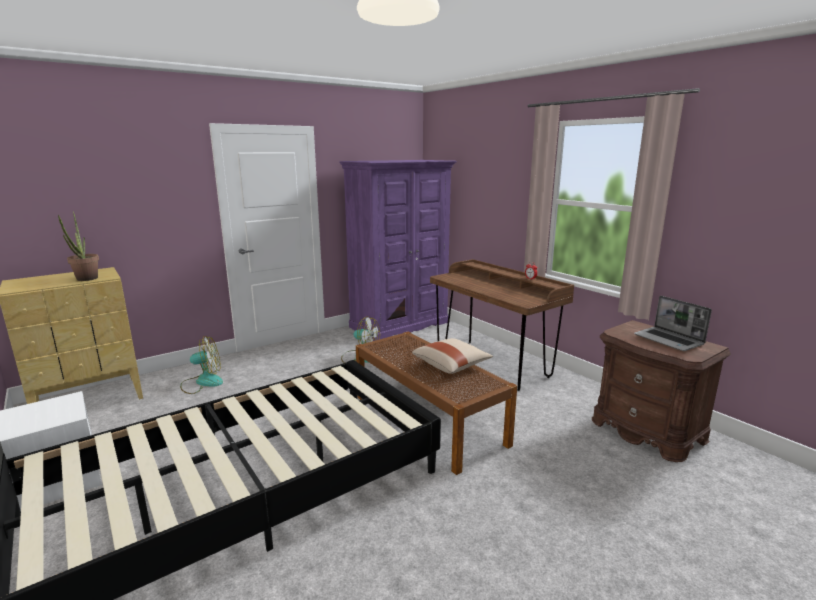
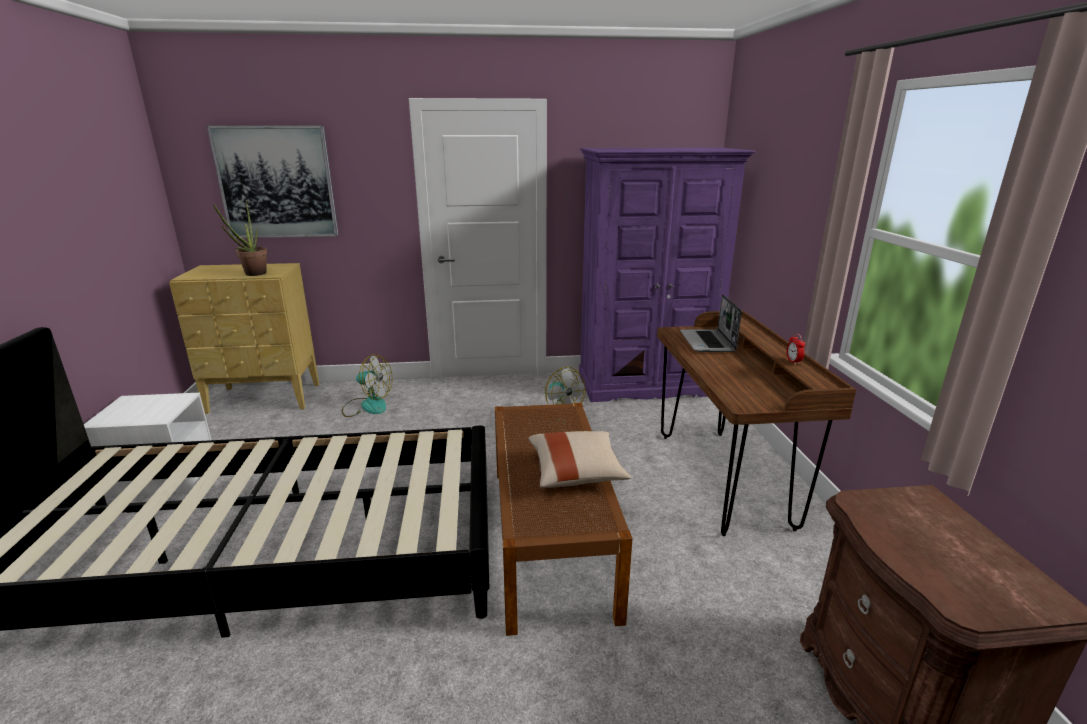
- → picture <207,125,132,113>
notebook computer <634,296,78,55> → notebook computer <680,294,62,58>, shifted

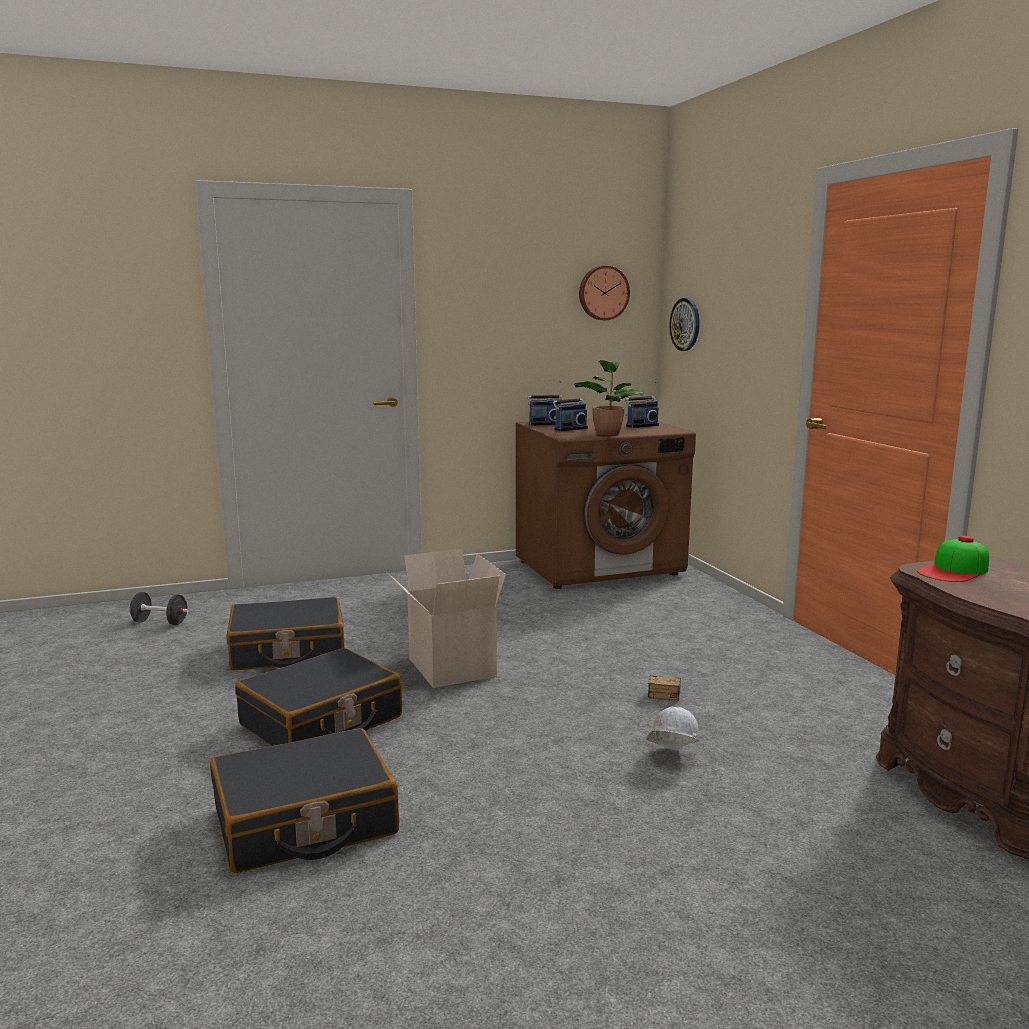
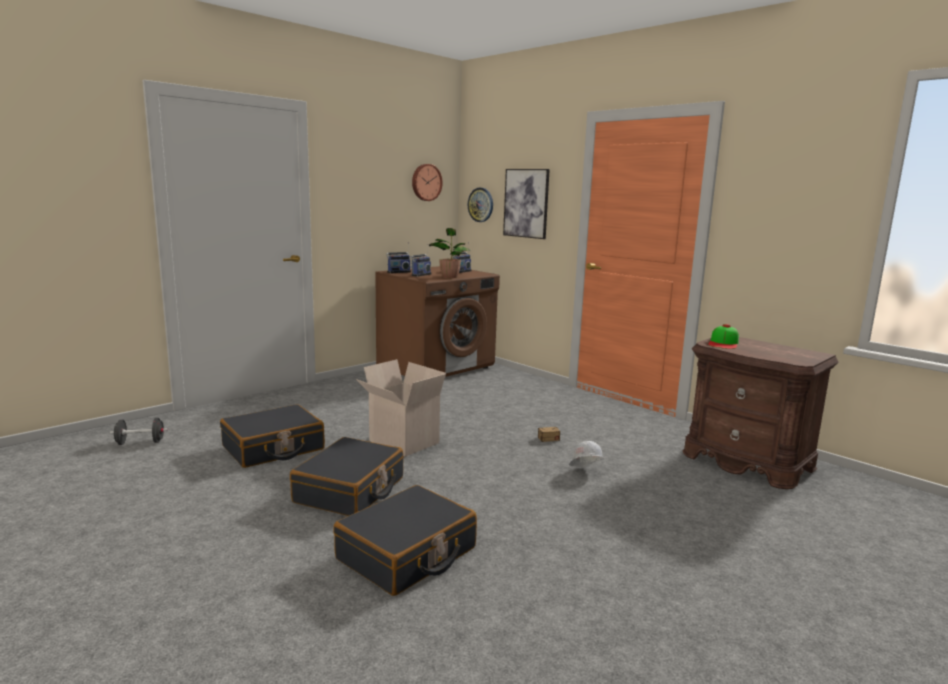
- → picture <503,169,47,70>

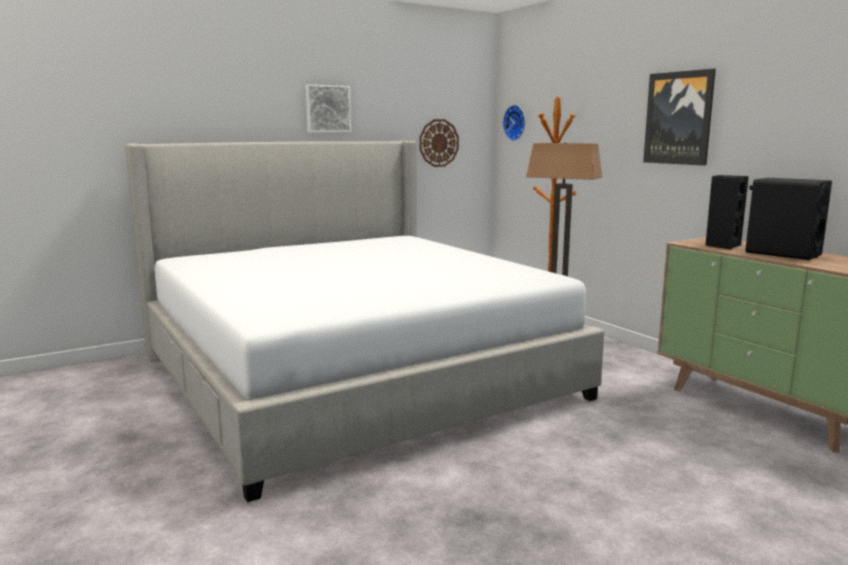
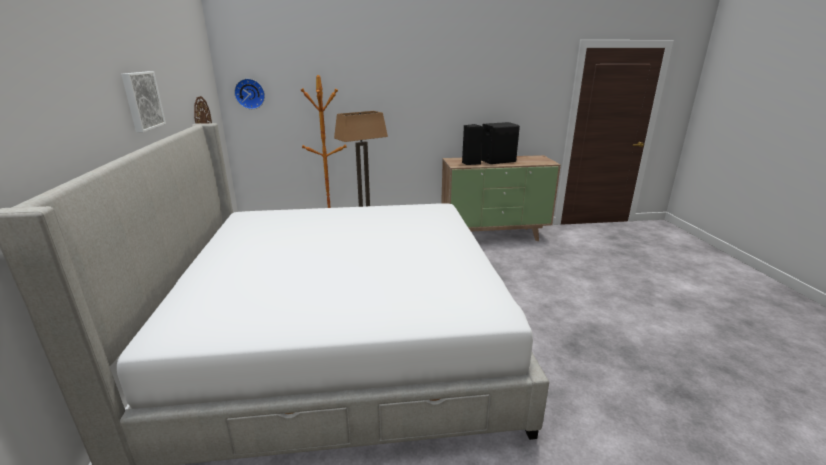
picture <643,69,73,97> → -

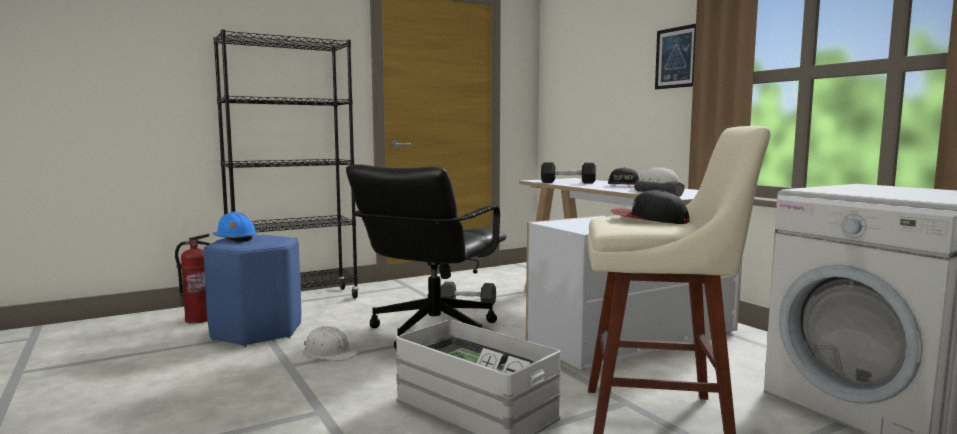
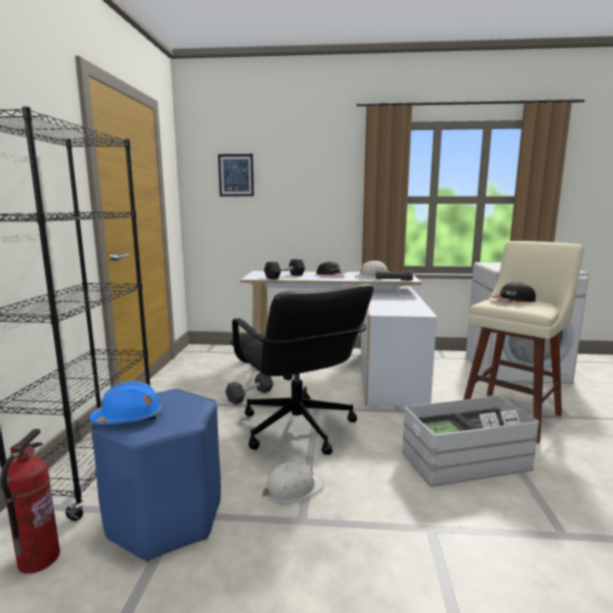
picture <655,24,41,65> → picture <218,154,36,42>, shifted

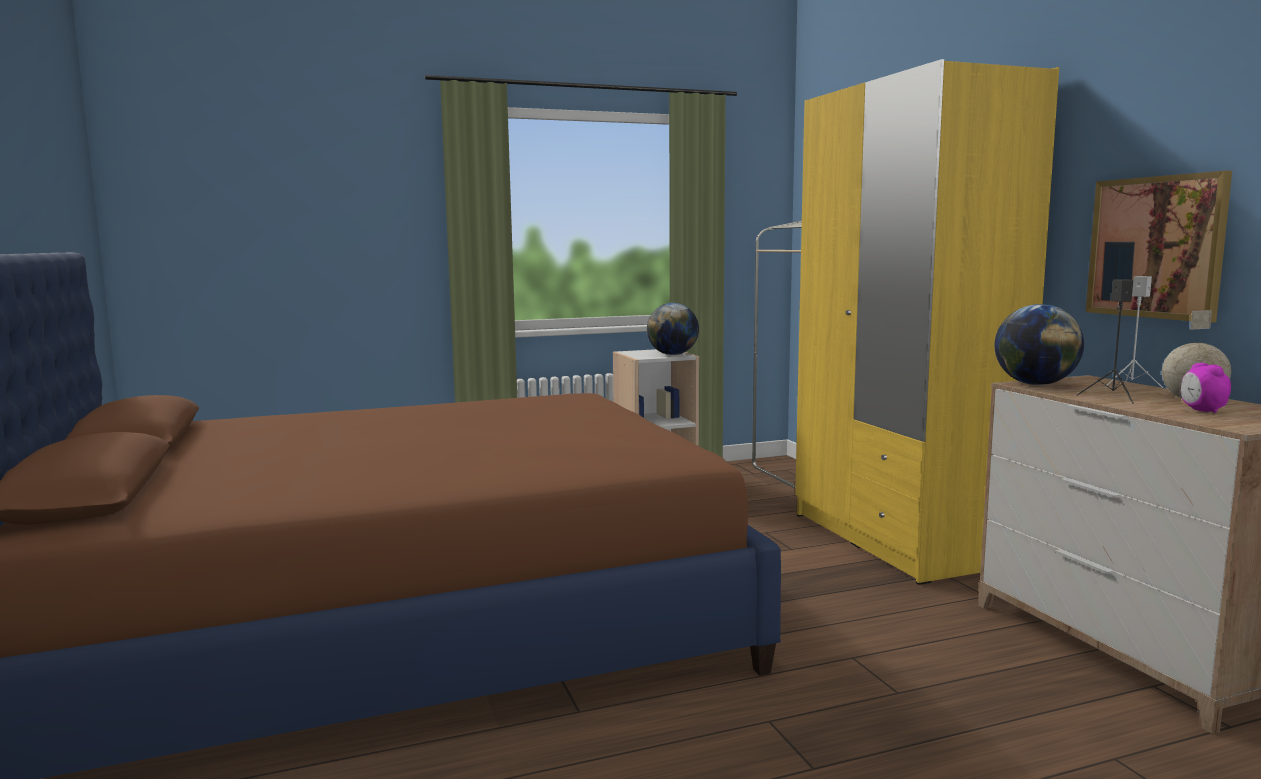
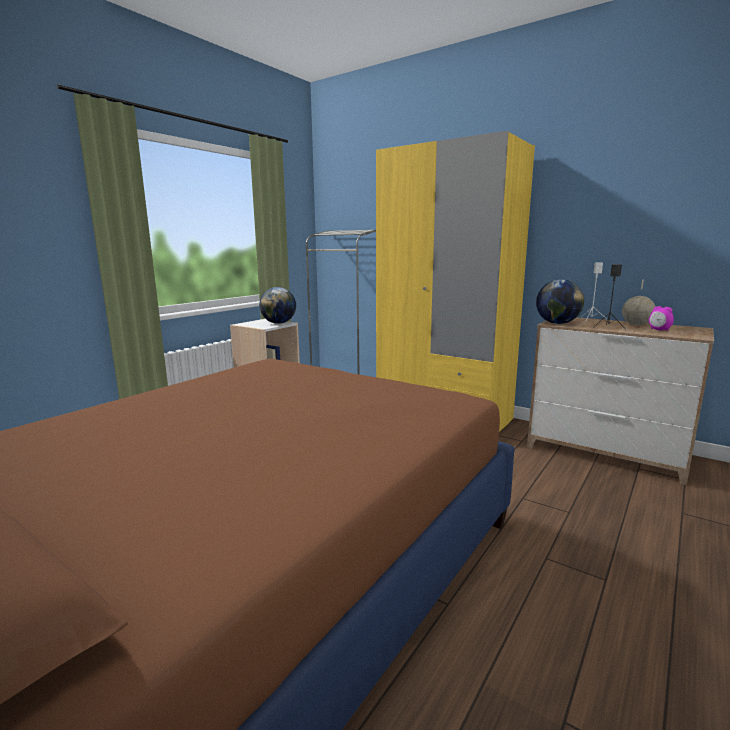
picture <1086,171,146,152> → -

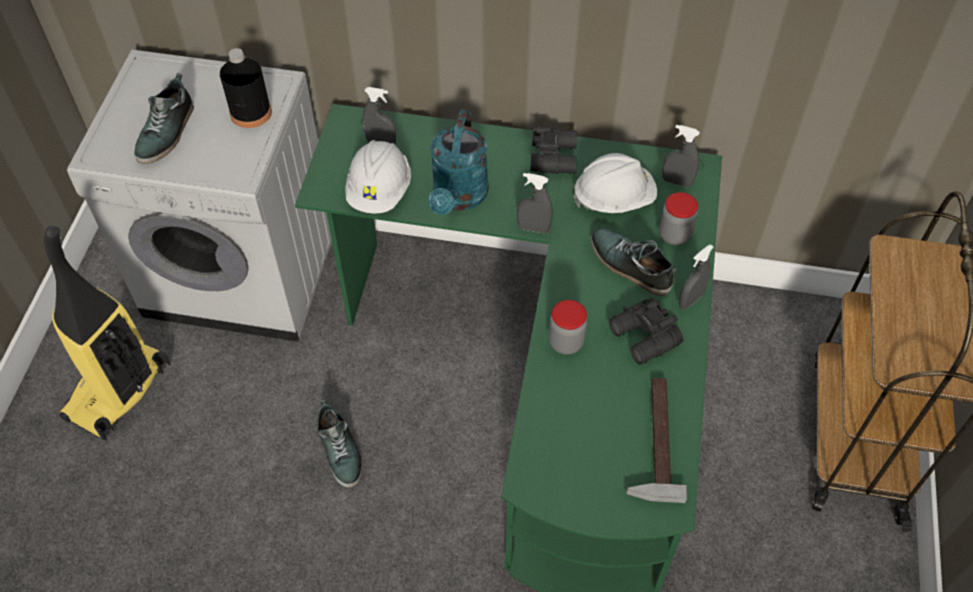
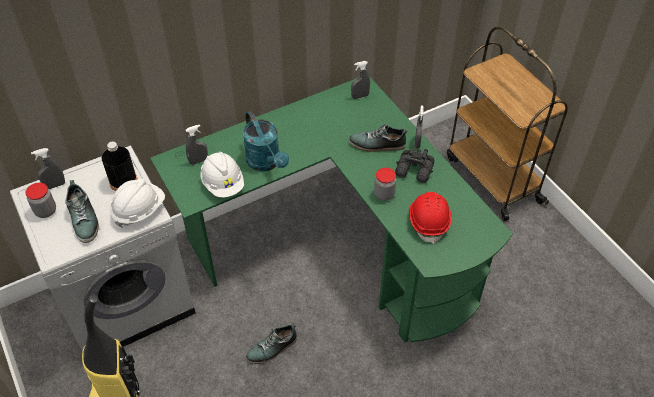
black field glasses <530,126,47,48> → -
tool hammer <626,378,61,125> → -
- → red-coloured work helmet <409,192,43,52>
grey sprayer <517,173,36,60> → grey sprayer <31,148,34,41>, shifted
white work helmet <573,153,84,60> → white work helmet <110,179,55,49>, shifted
preserve jar <659,192,39,53> → preserve jar <25,183,31,35>, shifted
item of footwear <317,399,45,89> → item of footwear <245,323,52,41>, 120 degrees clockwise

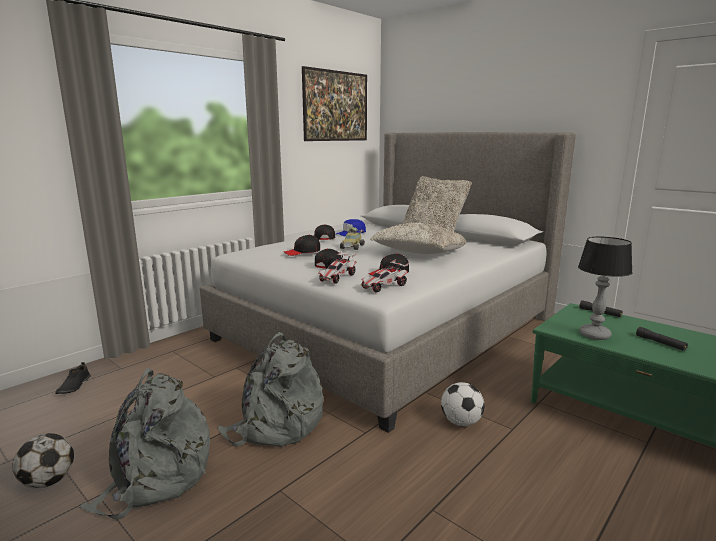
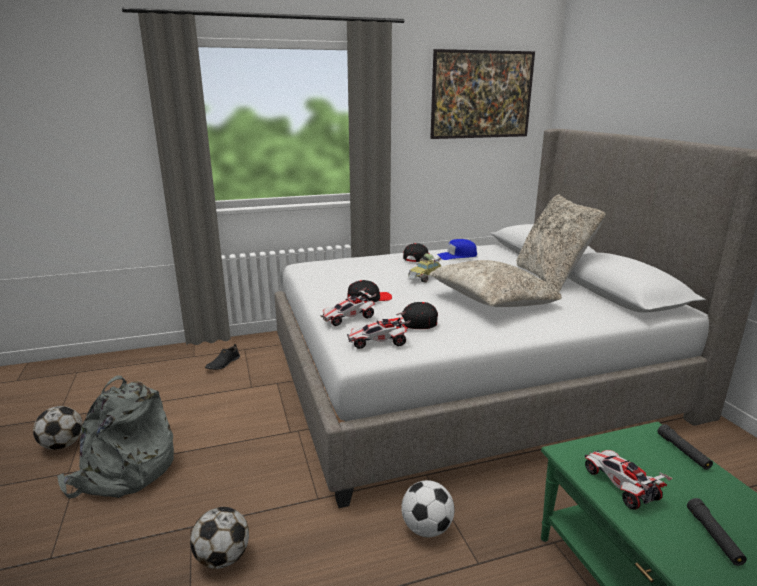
grey backpack <217,332,106,115> → -
black baseball cap <284,235,36,21> → -
- → football <190,507,59,62>
black item of footwear <55,362,36,32> → black item of footwear <205,344,35,26>, shifted
lamp for a table <578,237,55,103> → toy car <585,450,88,60>

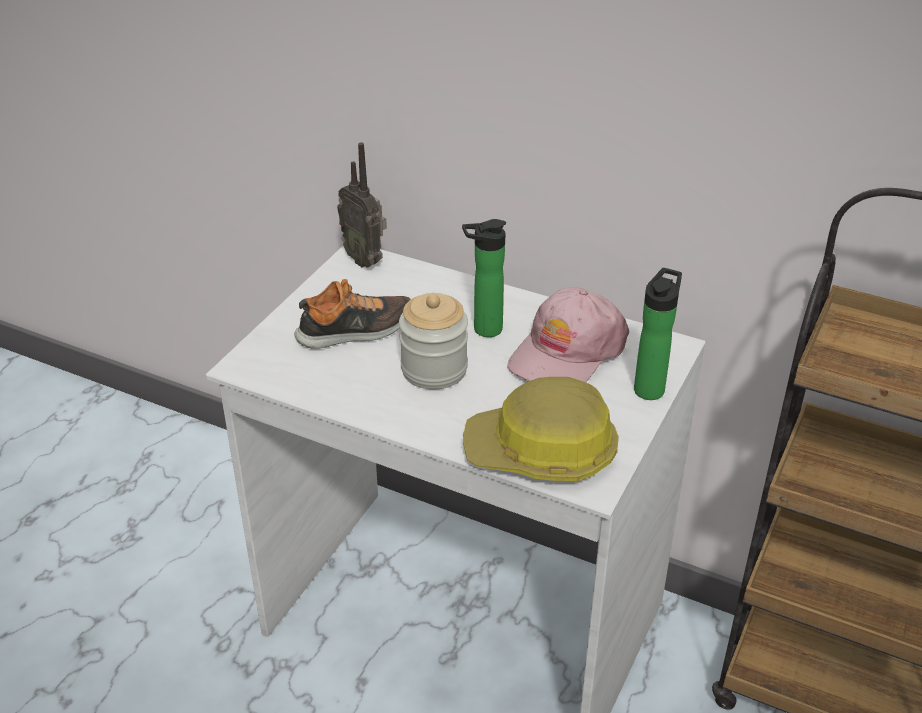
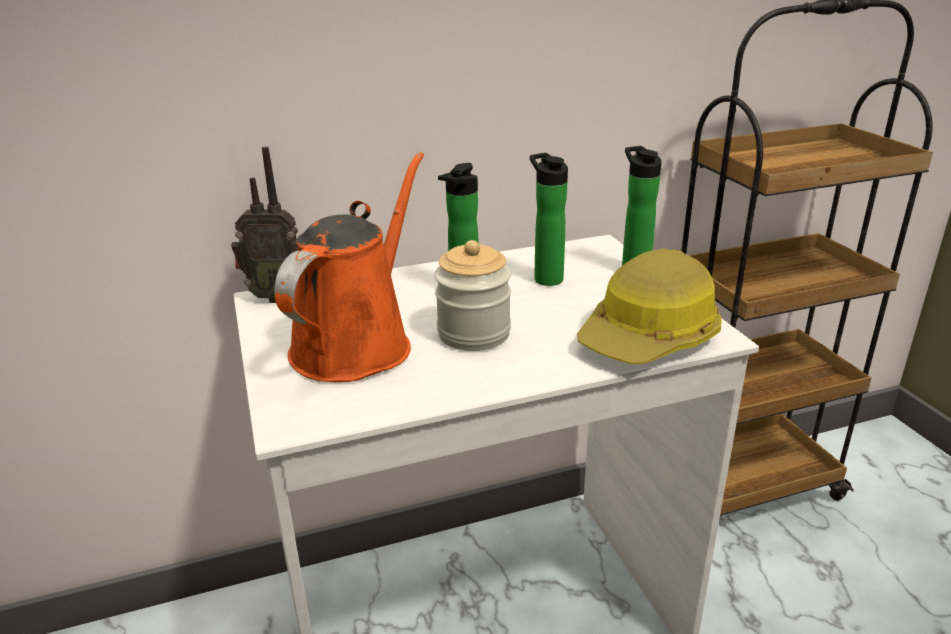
item of footwear <294,279,117,70> → orange-coloured watering pot <274,152,150,230>
pink baseball cap <507,287,122,95> → beverage bottle <530,153,38,133>

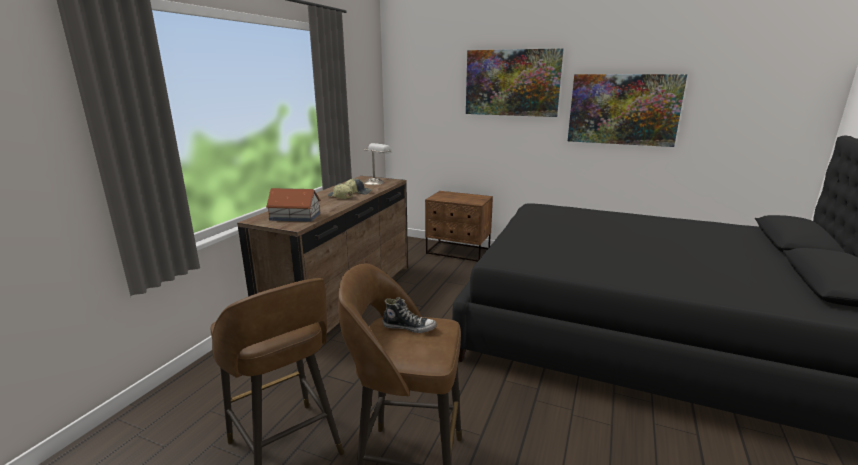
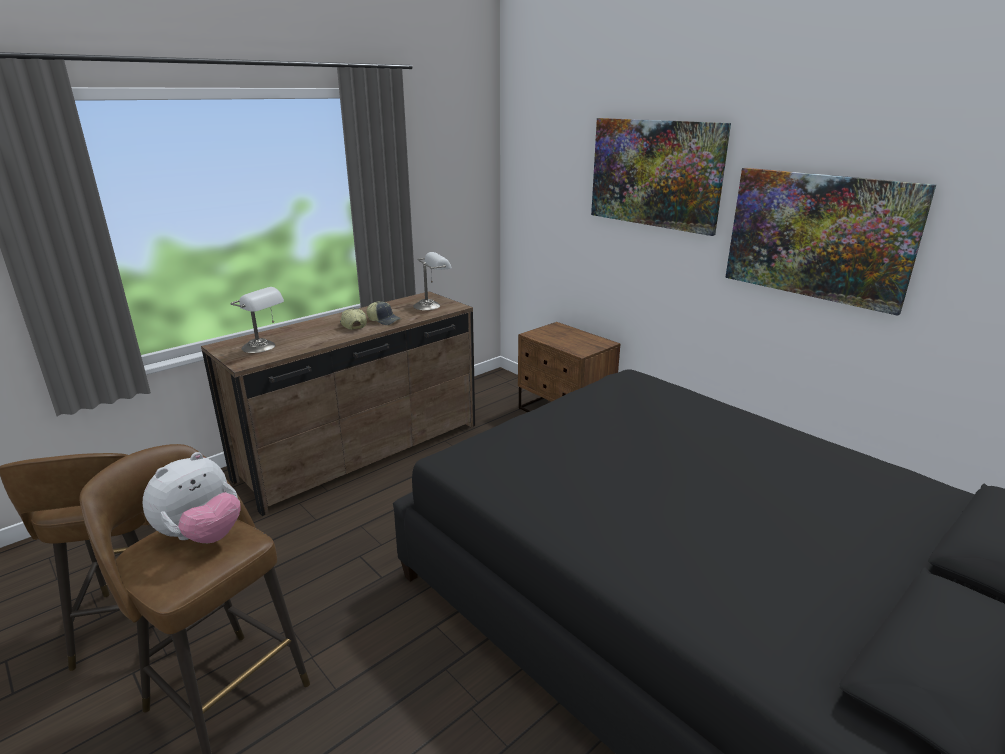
model house <266,188,55,34> → white lamp for a table <230,287,54,66>
item of footwear <383,297,54,36> → soft toy <143,452,97,91>

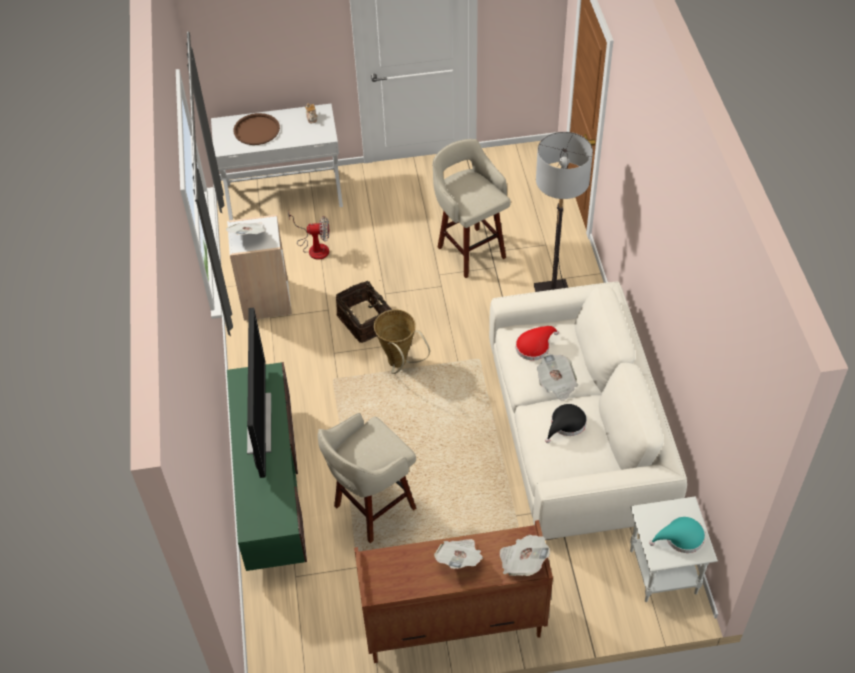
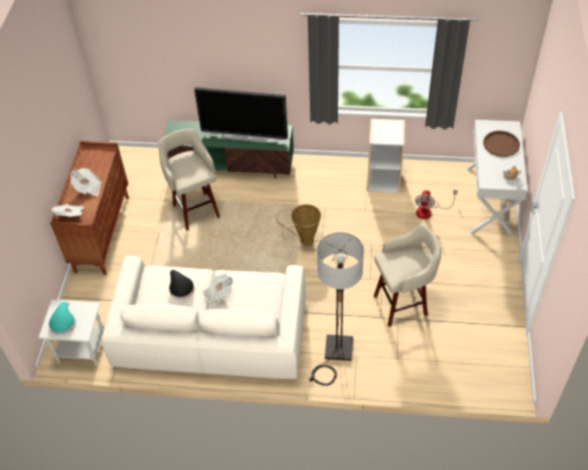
daily paper <226,222,40,13> → -
storage basket <336,280,56,63> → -
red-coloured hat <516,326,43,35> → -

